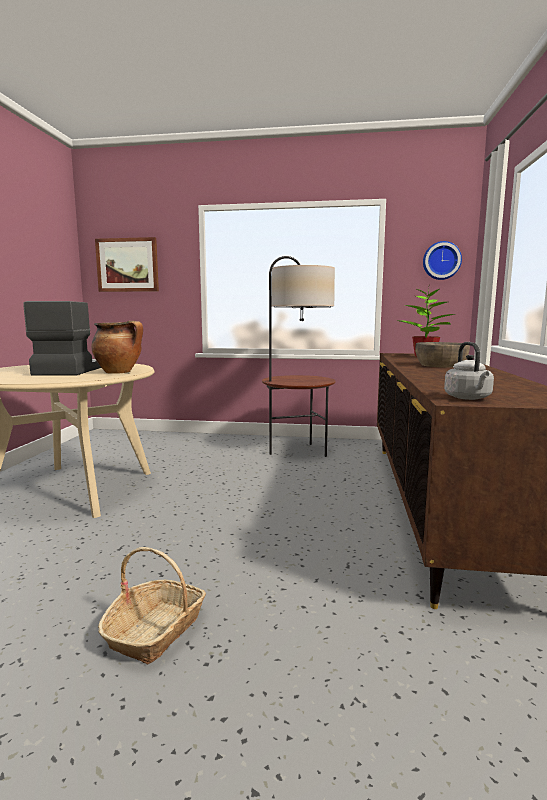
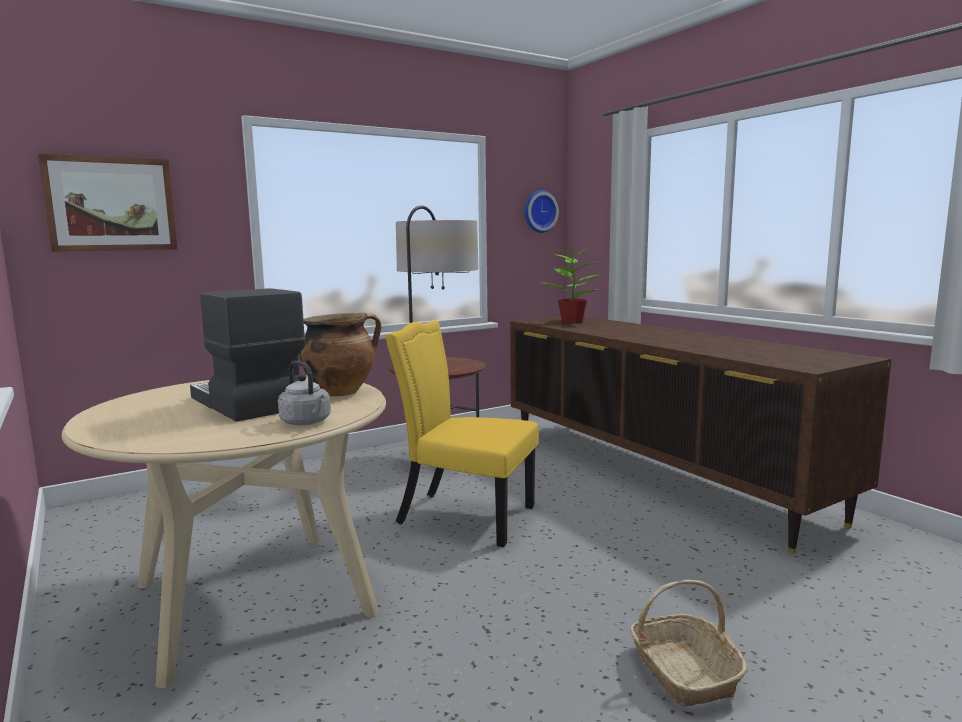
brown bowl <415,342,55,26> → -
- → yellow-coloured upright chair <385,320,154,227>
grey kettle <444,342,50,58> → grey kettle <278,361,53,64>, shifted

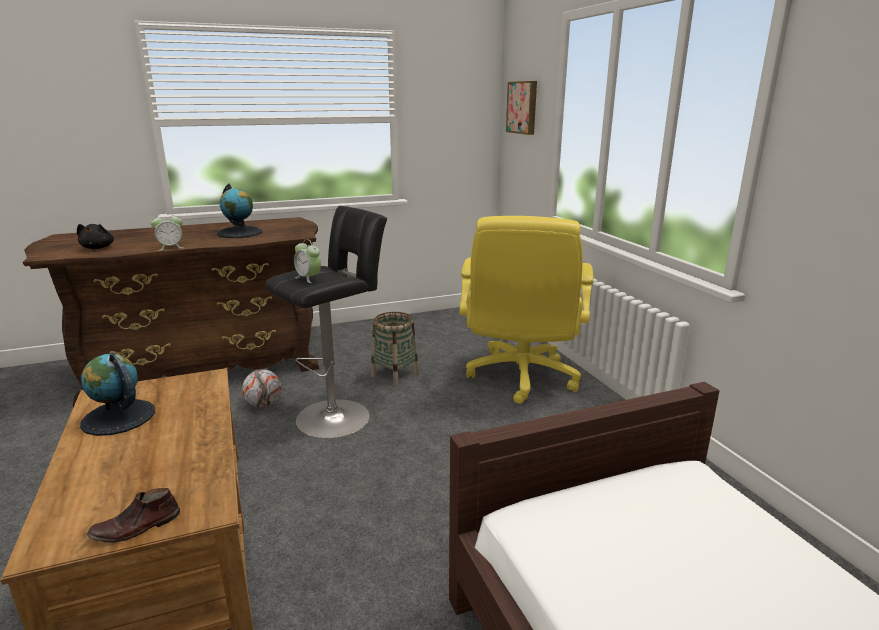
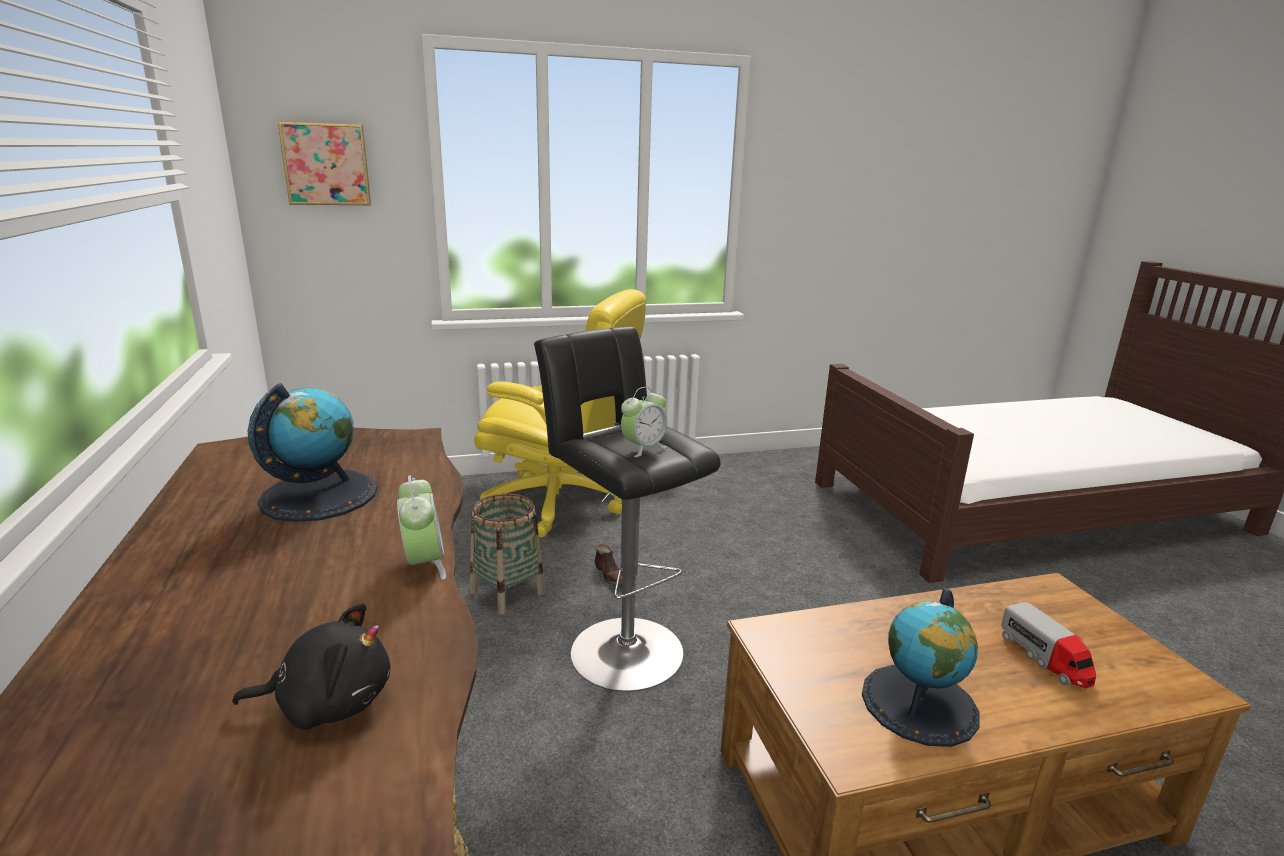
football <242,369,39,38> → -
- → toy lorry <1001,602,95,87>
brown item of footwear <87,488,93,55> → brown item of footwear <595,544,28,41>, shifted

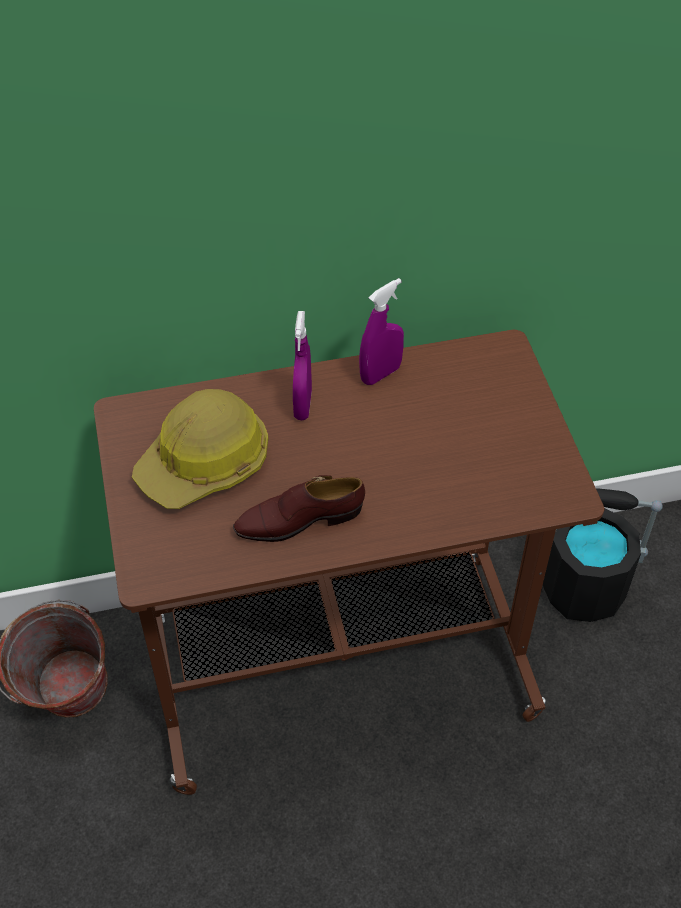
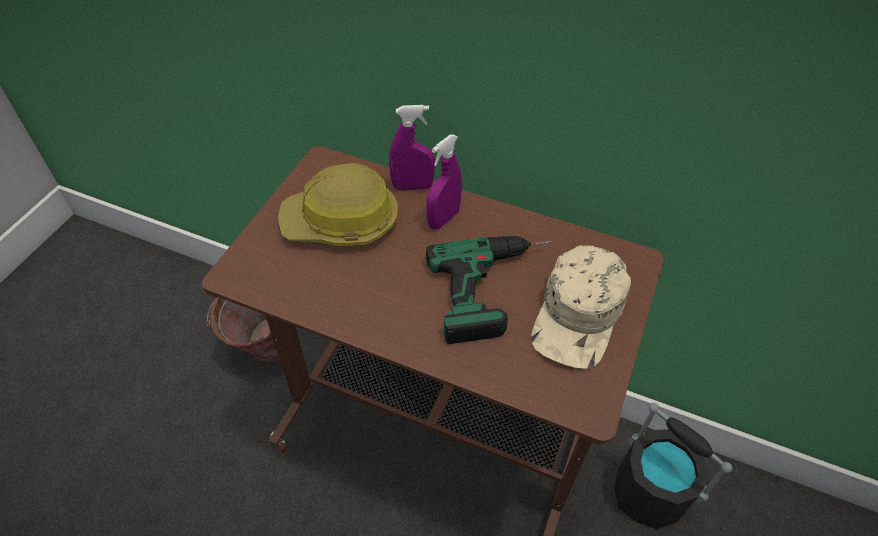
brown item of footwear <233,475,132,67> → -
- → electric drill <426,236,127,109>
- → sand-coloured baseball cap <531,245,100,124>
purple sprayer <359,278,45,107> → purple sprayer <389,105,46,85>, shifted

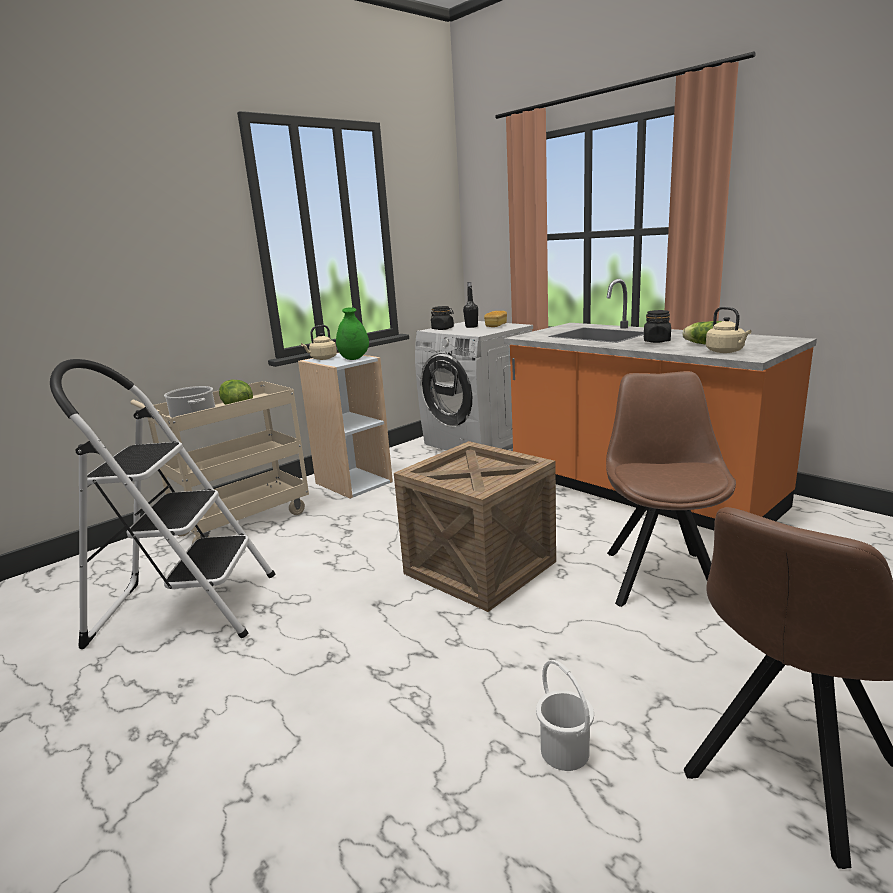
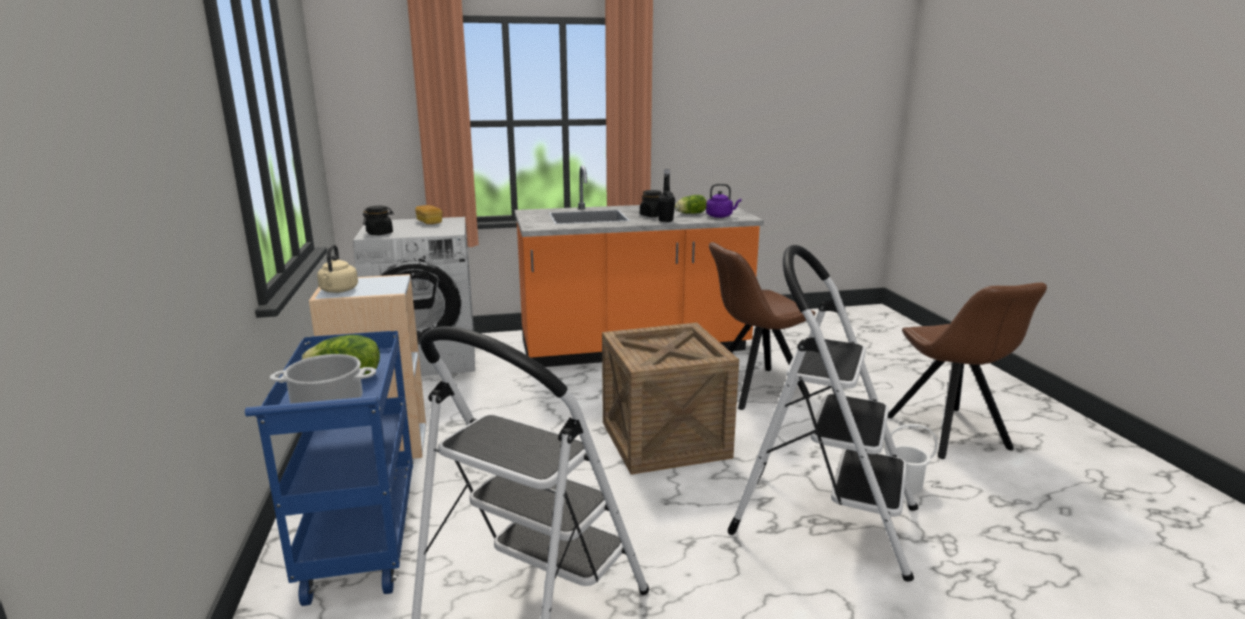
green-coloured decorative vase <336,307,33,53> → -
- → step ladder <728,245,190,337>
black beverage bottle <463,282,15,46> → black beverage bottle <657,169,18,53>, shifted
sand-coloured trolley <131,381,178,163> → blue trolley <245,331,168,275>
sand-coloured kettle <706,307,45,46> → purple kettle <706,184,35,34>
brown upright chair <606,371,130,236> → brown upright chair <709,242,106,168>, 60 degrees counterclockwise

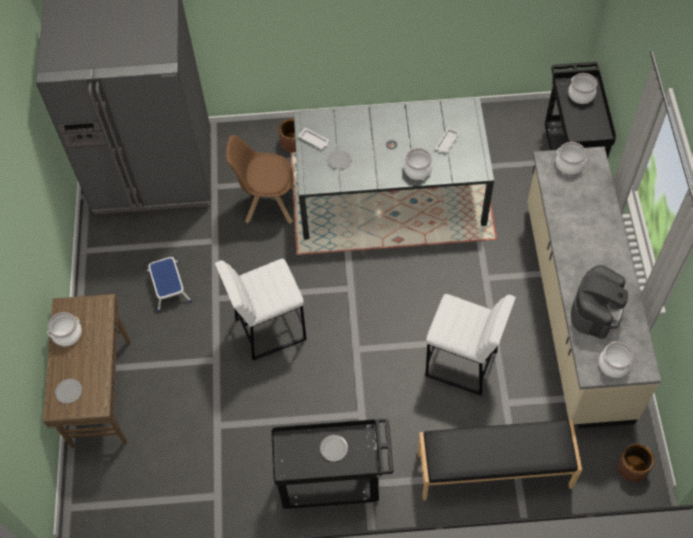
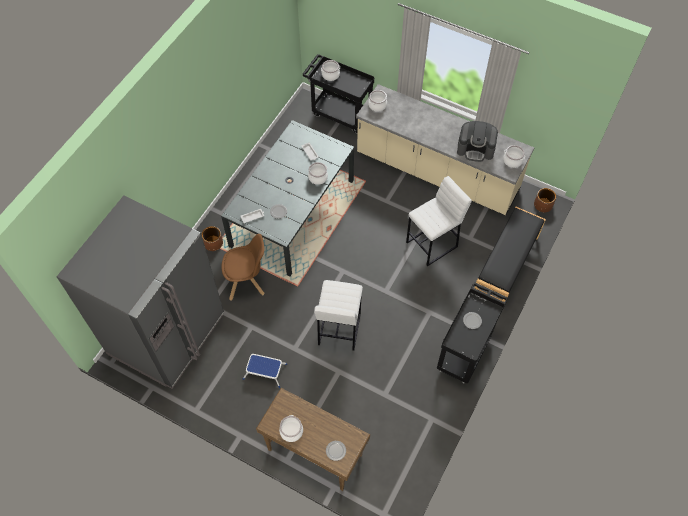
brown upright chair <226,135,69,89> → brown upright chair <221,234,44,67>, 135 degrees counterclockwise
coffee machine <571,265,57,74> → coffee machine <457,121,41,41>, 135 degrees clockwise

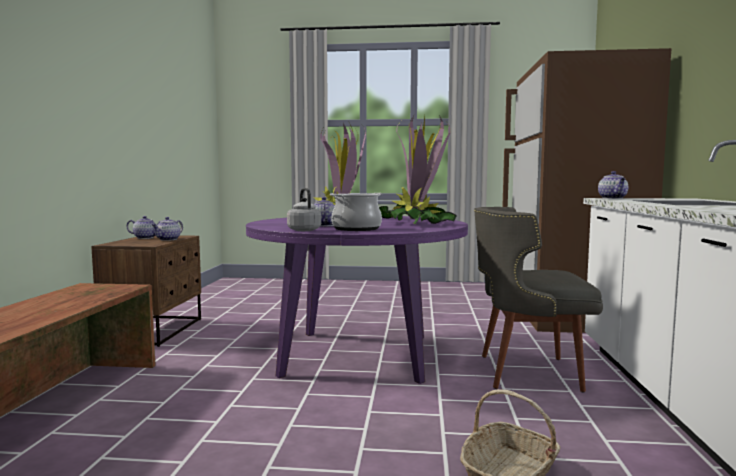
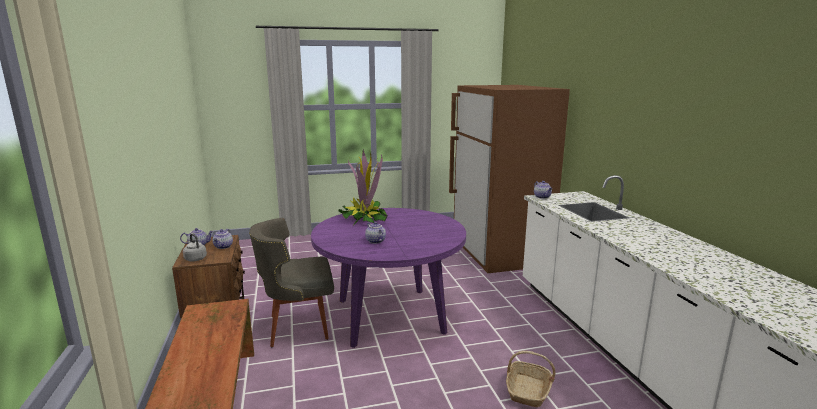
saucepot <330,193,52,38> → -
potted plant <379,115,78,109> → -
grey kettle <287,188,34,43> → grey kettle <183,234,24,27>, shifted
grey upright chair <474,207,129,186> → grey upright chair <249,218,85,129>, shifted

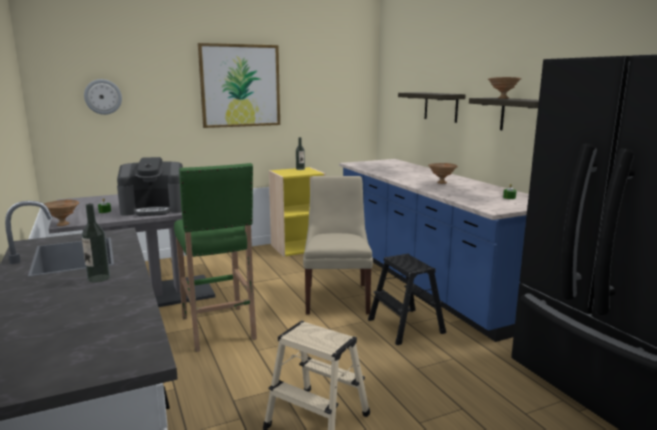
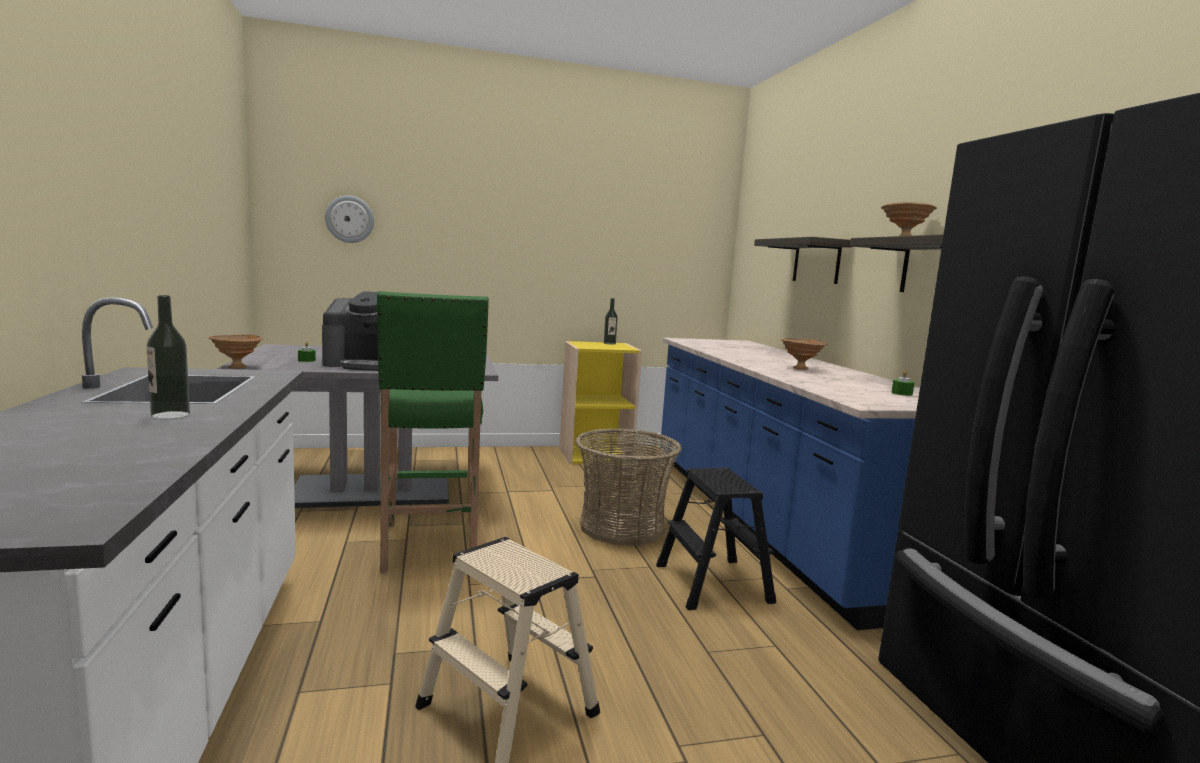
picture <198,43,82,85> → -
sand-coloured upright chair <303,176,70,139> → storage basket <575,428,107,118>

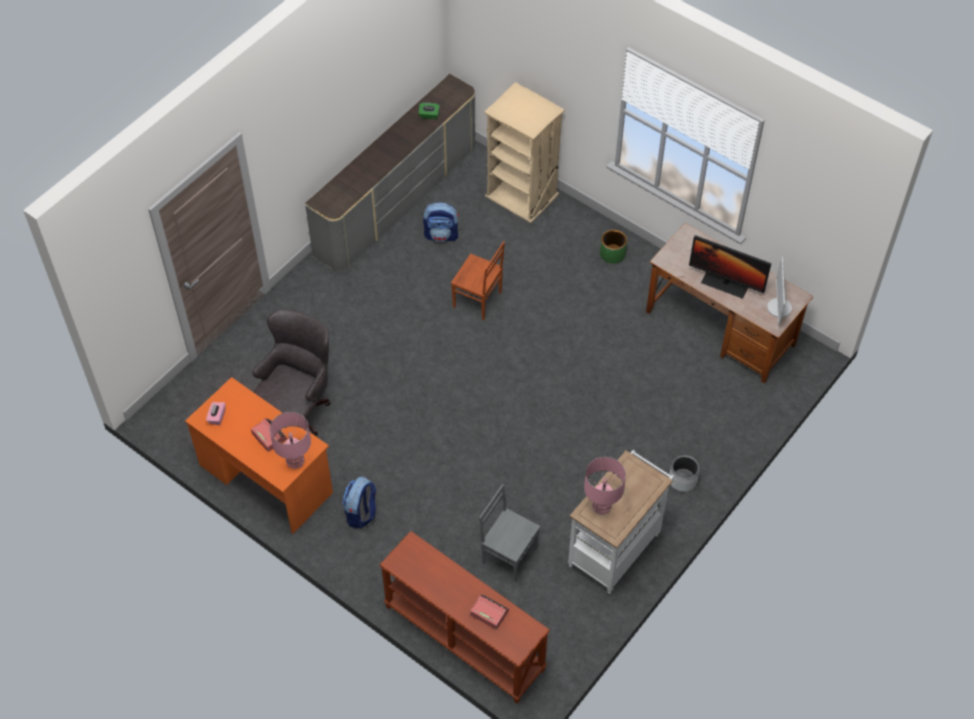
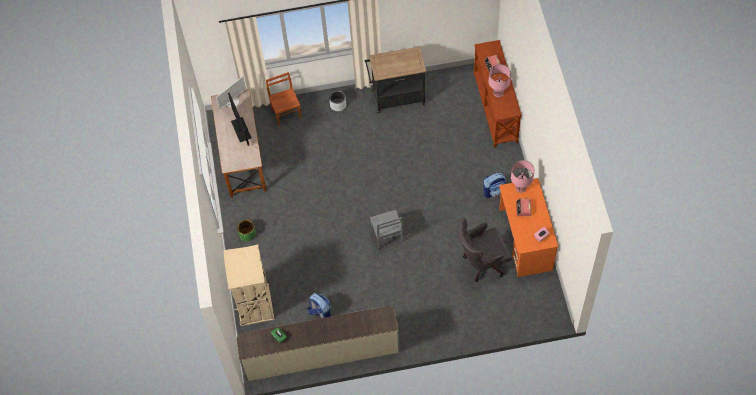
brown upright chair <451,241,54,79> → brown upright chair <266,72,36,55>, shifted
grey upright chair <479,484,61,98> → grey upright chair <370,210,33,39>, shifted
pink lamp for a table <584,457,42,57> → pink lamp for a table <488,64,23,33>, shifted
white trolley <568,450,106,144> → black trolley <365,47,61,66>

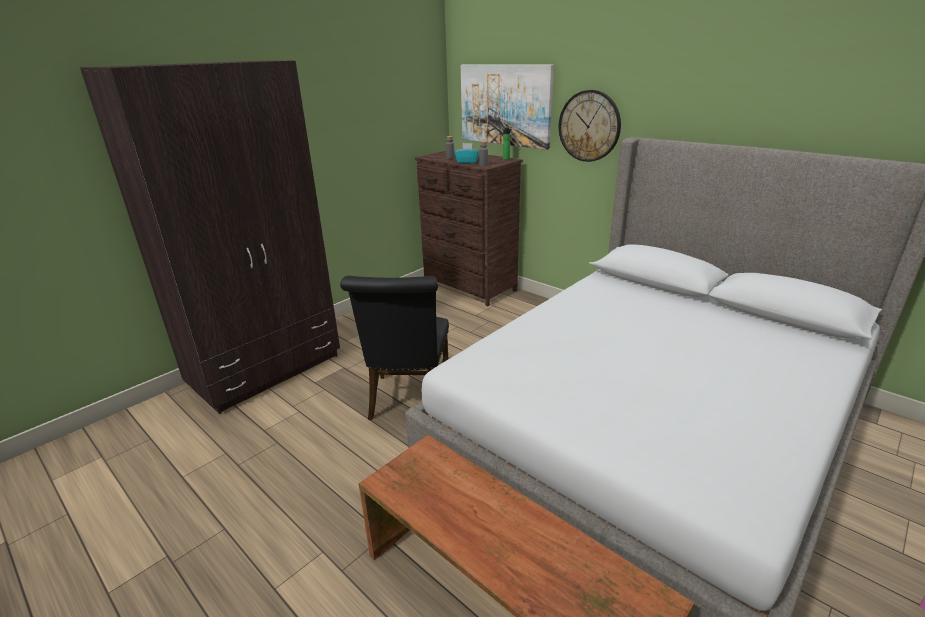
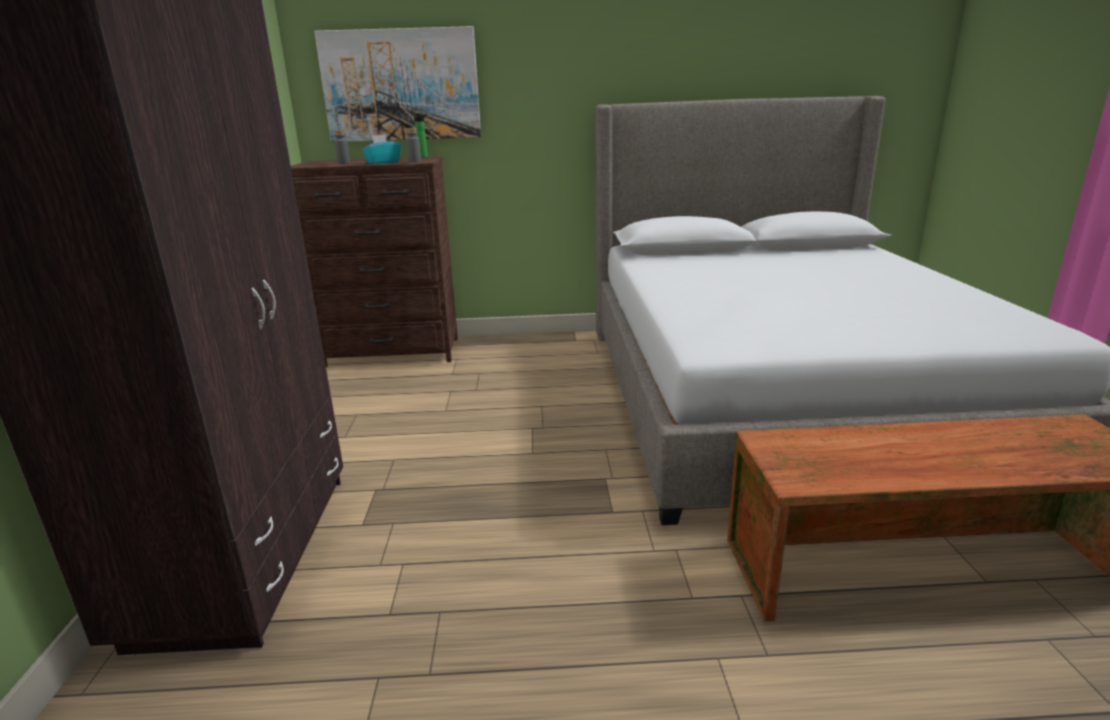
black upright chair <340,276,109,144> → -
wall clock <559,90,62,72> → -

